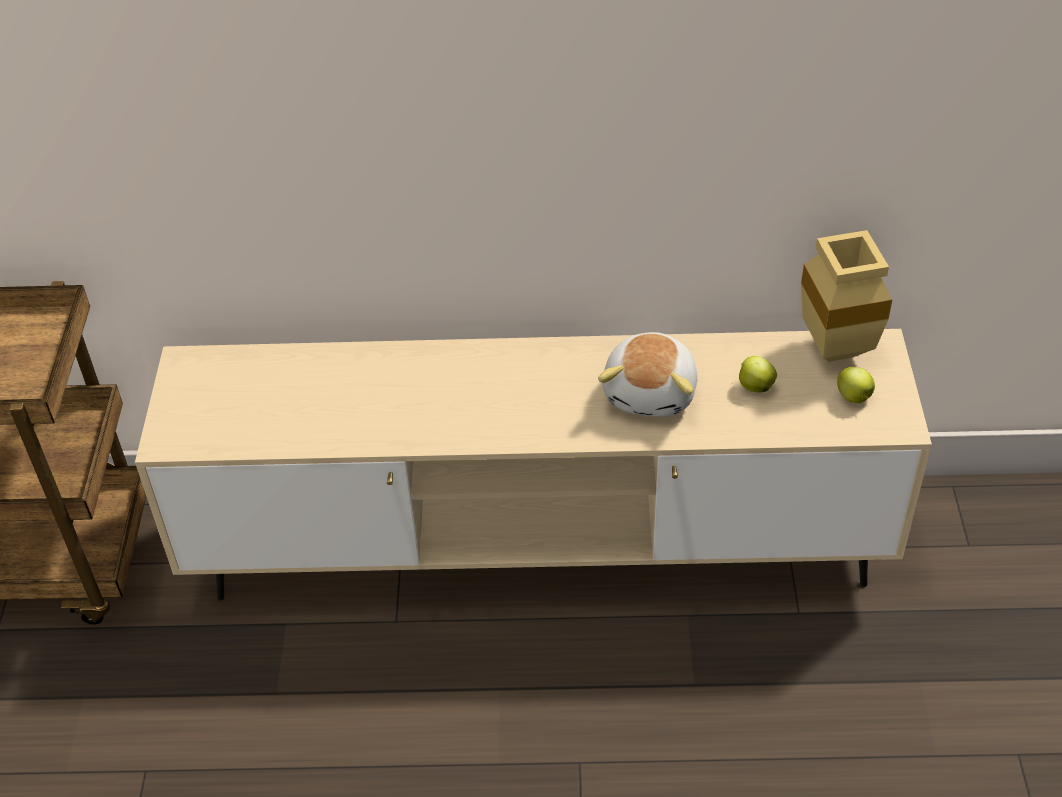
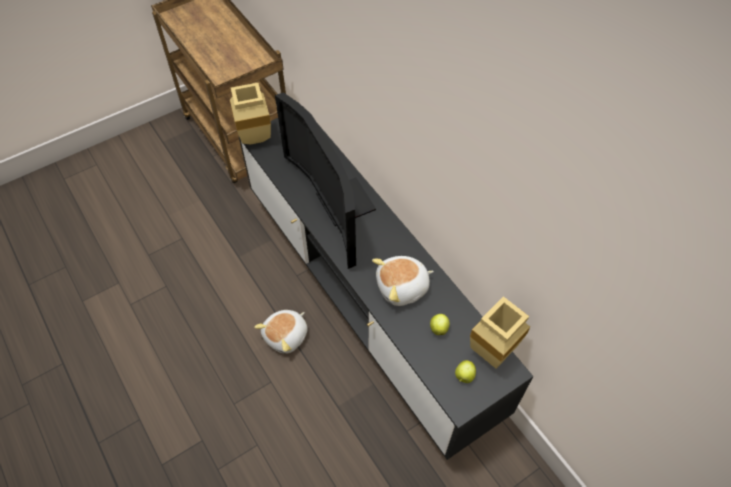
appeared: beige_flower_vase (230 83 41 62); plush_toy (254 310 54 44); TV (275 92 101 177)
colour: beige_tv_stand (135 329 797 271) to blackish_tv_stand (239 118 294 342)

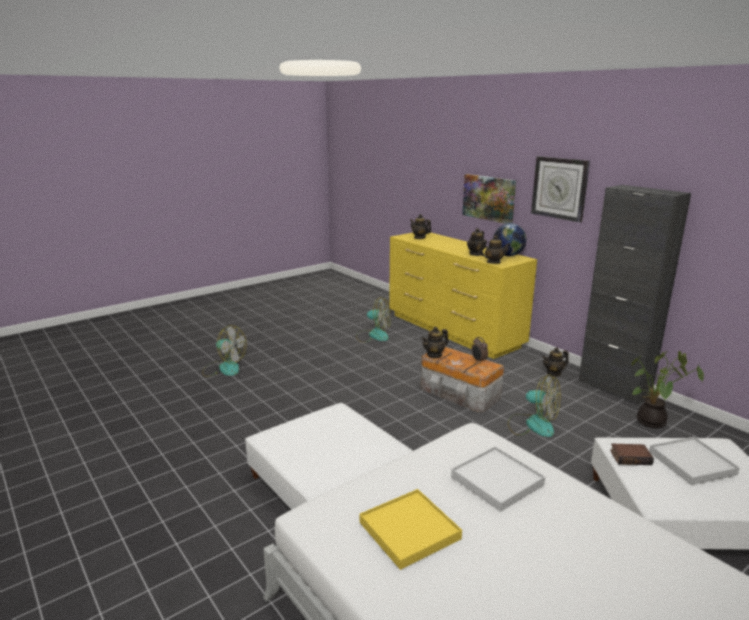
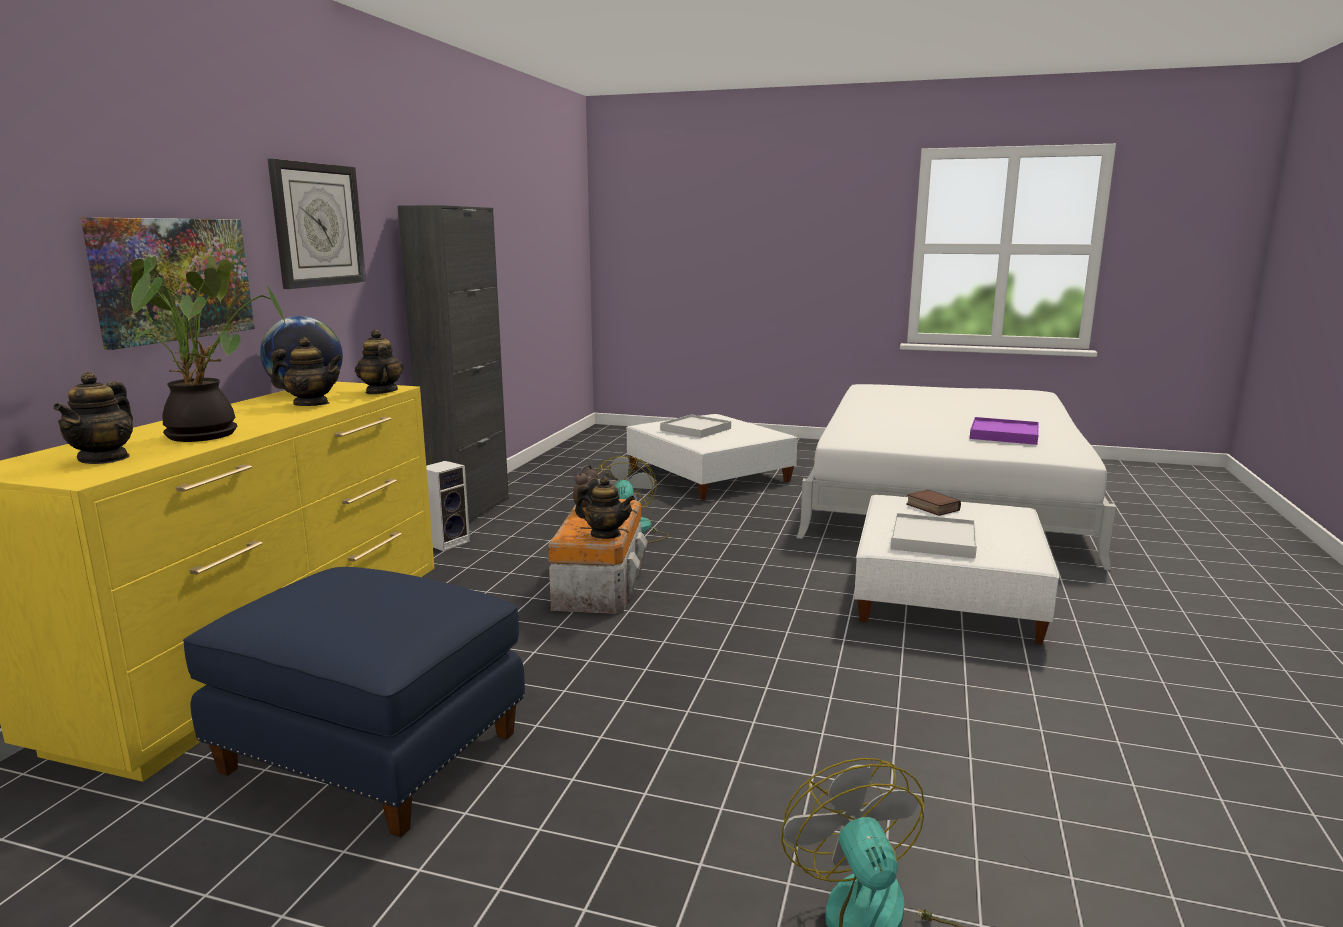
relocated: potted_plant (631 351 73 77) to (131 256 156 186); white_serving_tray (451 446 94 66) to (890 513 87 46); volume (610 444 44 21) to (906 490 55 26)
exchanged: cooling_fan (356 297 35 45) to blue_footrest (183 567 342 270); pot_for_tea (542 347 27 30) to audio_speaker (426 461 44 90)
colour: yellow-coloured_serving_tray (360 489 102 81) to purple_serving_tray (970 417 69 28)

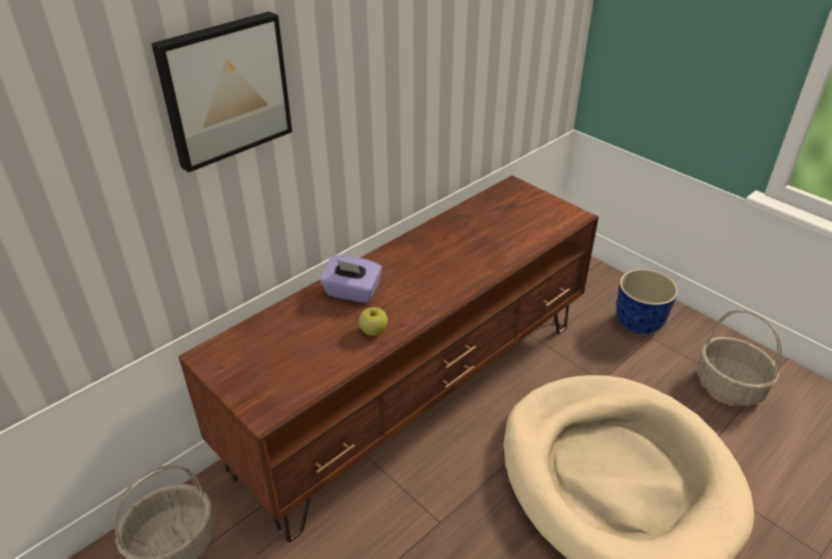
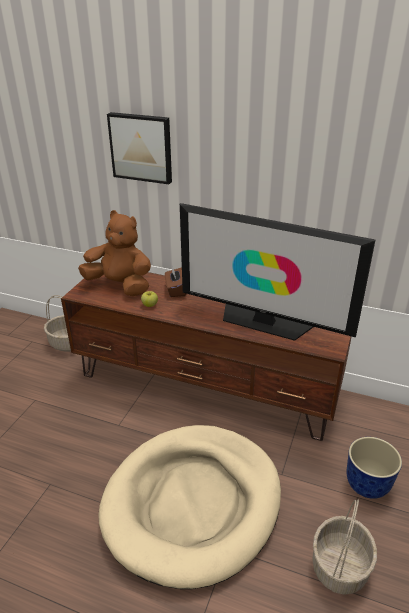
appeared: brown_plush_toy (78 210 73 86); TV (180 203 196 138)
colour: purple_box_of_tissues (320 255 62 48) to brown_box_of_tissues (165 266 21 31)

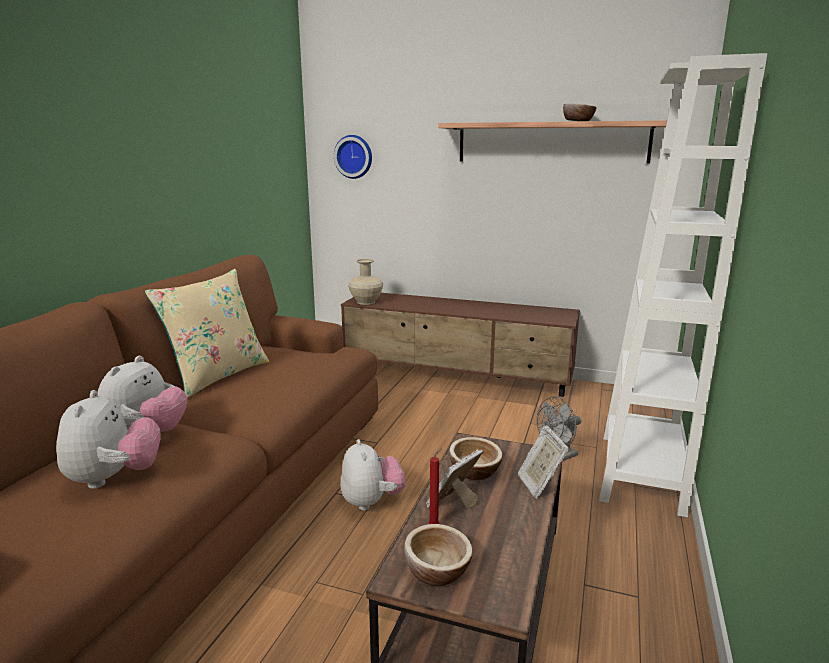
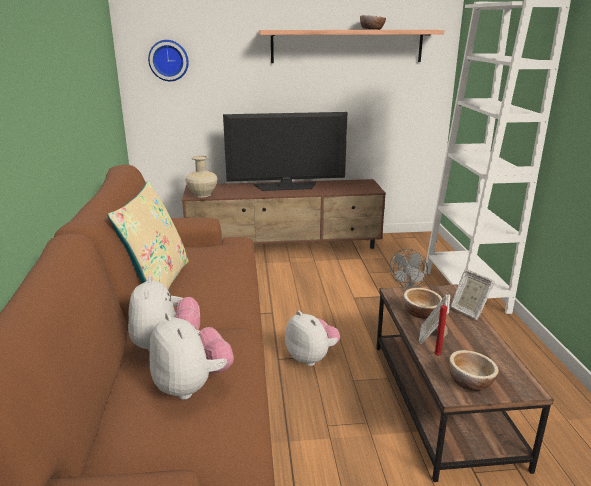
appeared: TV (223 112 125 79)

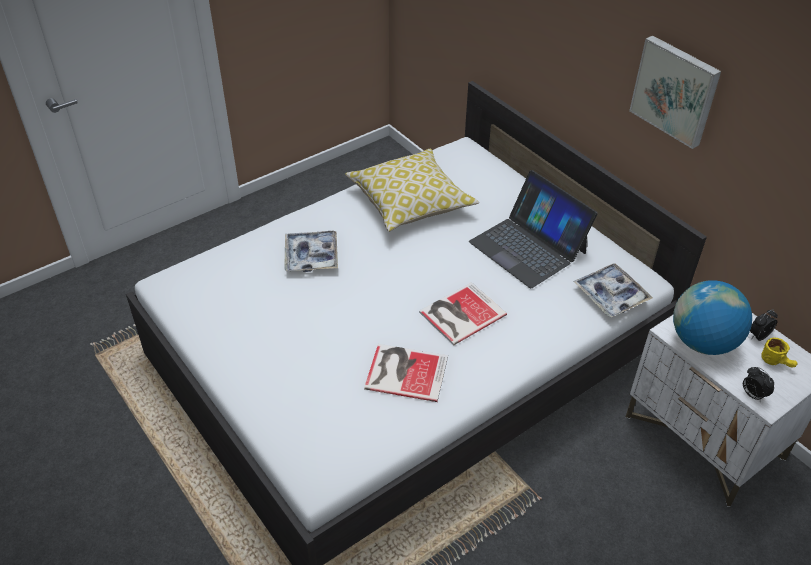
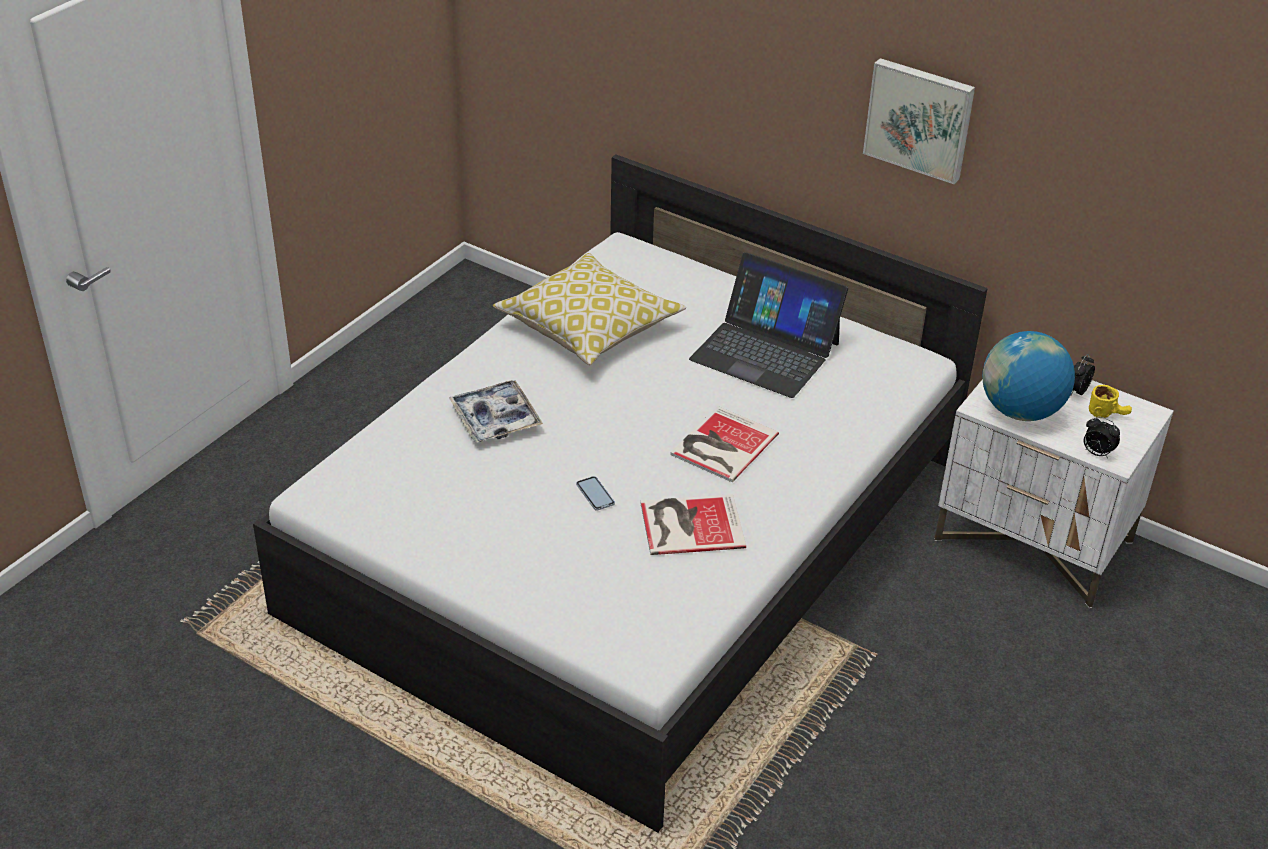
missing: serving_tray (573 264 80 54)
appeared: phone (576 476 39 35)

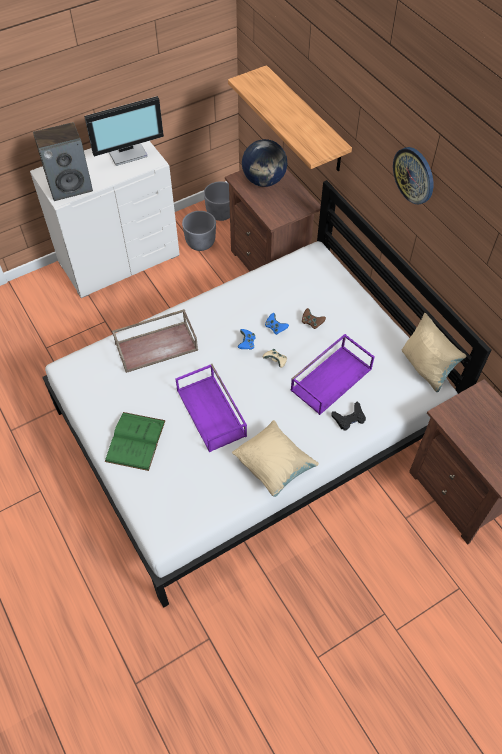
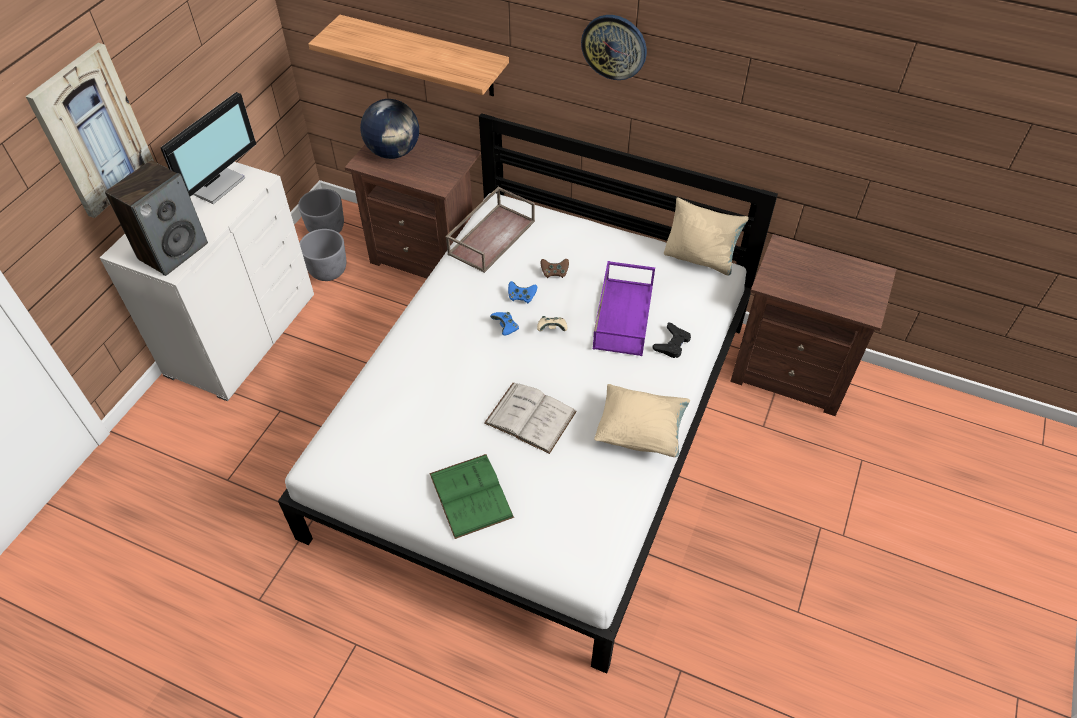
appeared: wall_art (26 43 128 175)
relocated: brown_serving_tray (112 309 86 64) to (446 186 89 87)
exchanged: purple_serving_tray (176 364 71 88) to white_volume (484 383 93 71)

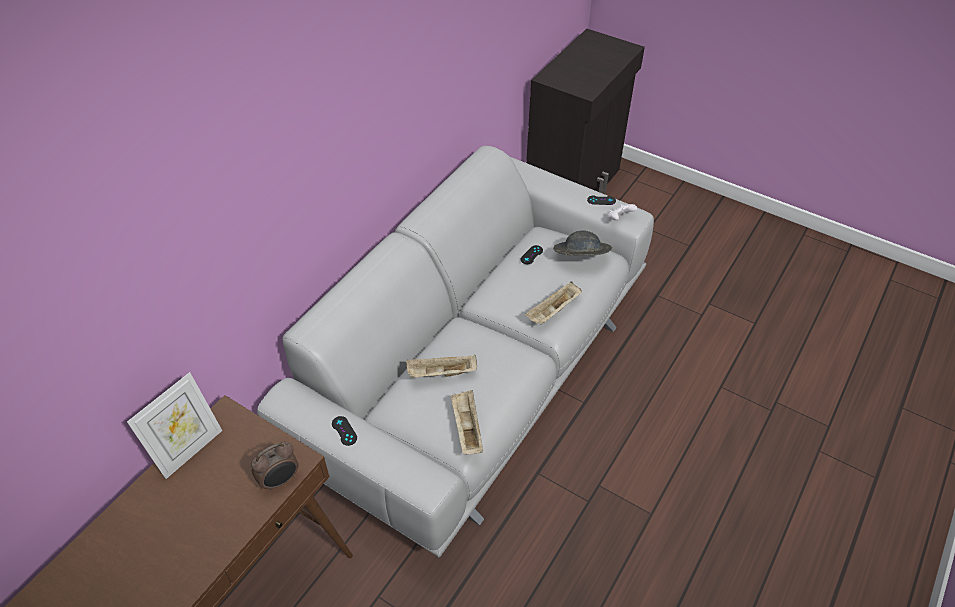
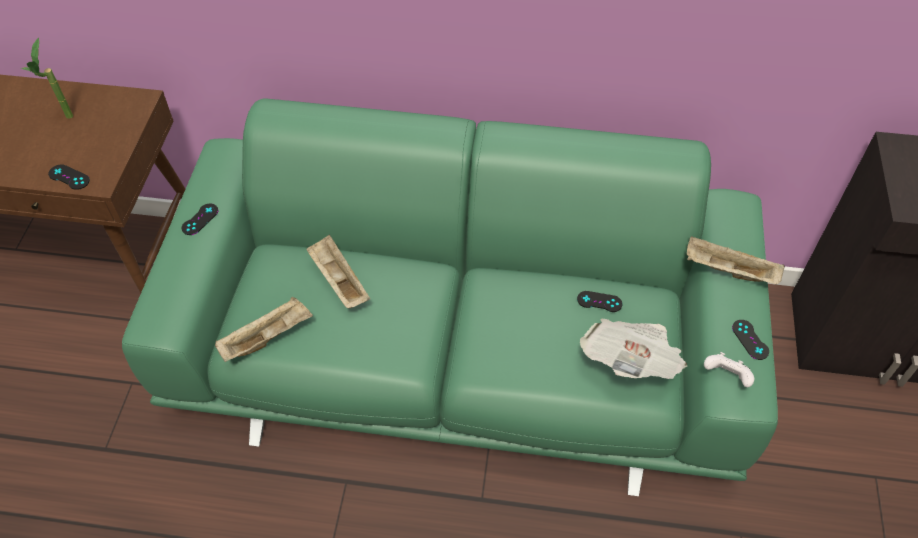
missing: picture_frame (127 372 95 107)
appeared: potted_plant (21 38 52 81)
relocated: beige_serving_tray (525 281 57 44) to (687 236 98 48)
exchanged: table_clock (251 442 48 50) to blackish_joypad (48 165 42 25); gray_clothing_hat (553 230 59 25) to printed_paper (580 318 107 61)
colour: gray_couch (257 146 397 411) to greenish_couch (122 98 656 398)

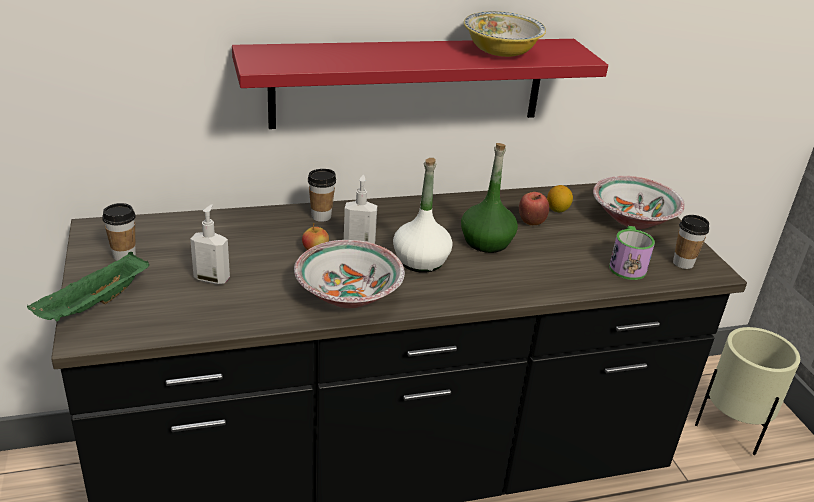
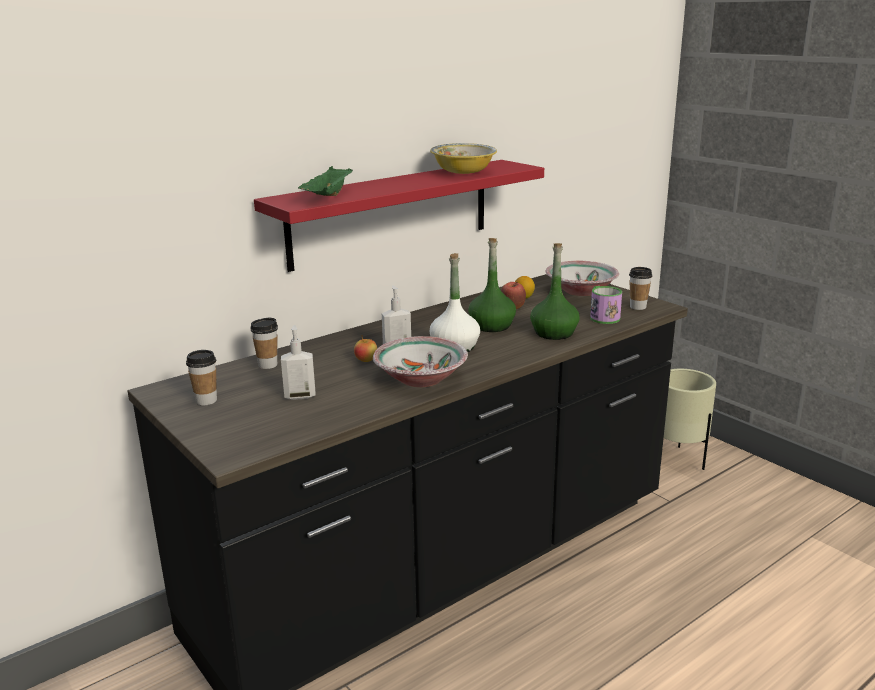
appeared: greenish_bottle (530 243 50 97)
relocated: cup (308 169 28 53) to (250 318 28 51); greenish_serving_tray (27 252 122 70) to (298 166 55 30)

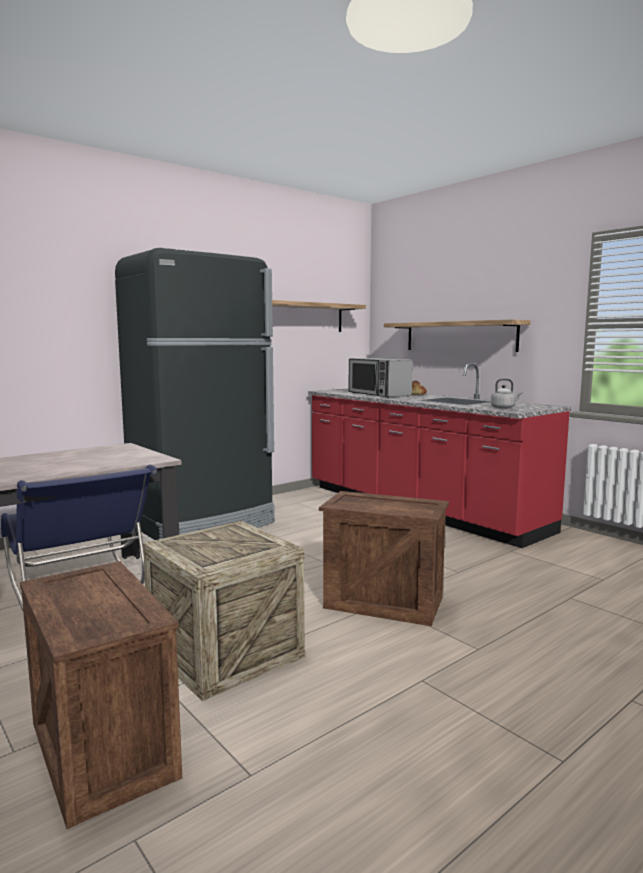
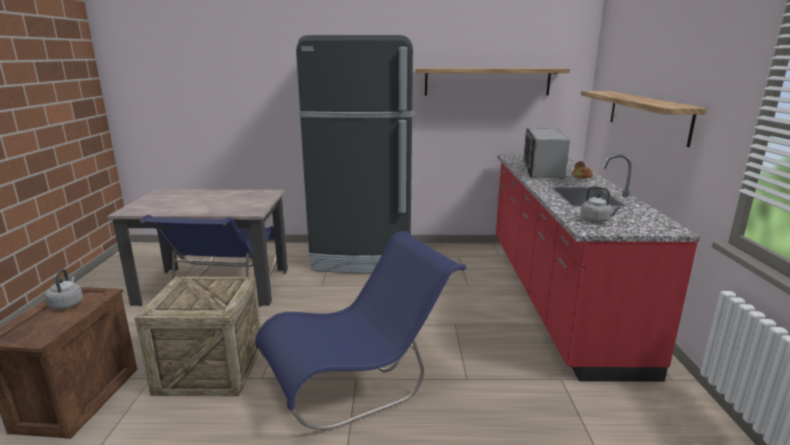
appeared: gray_kettle (45 269 38 40)
exchanged: shipping_crate (319 491 130 135) to blue_plain_chair (255 231 211 199)

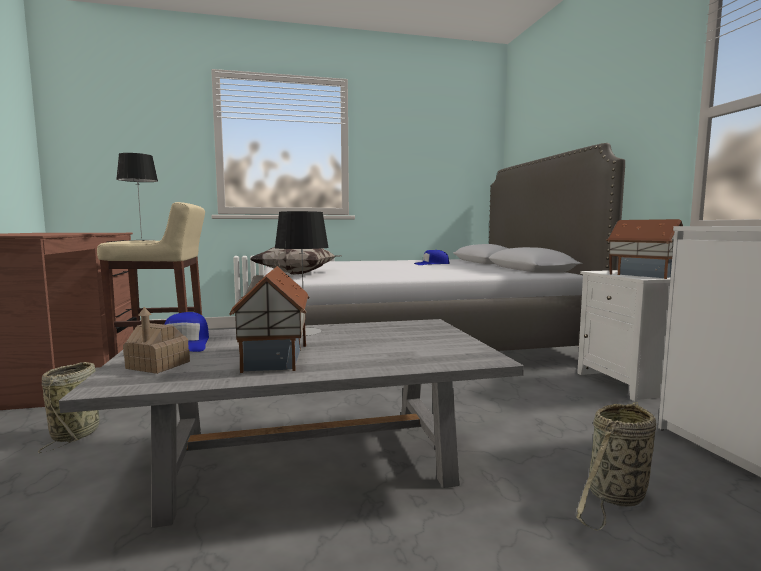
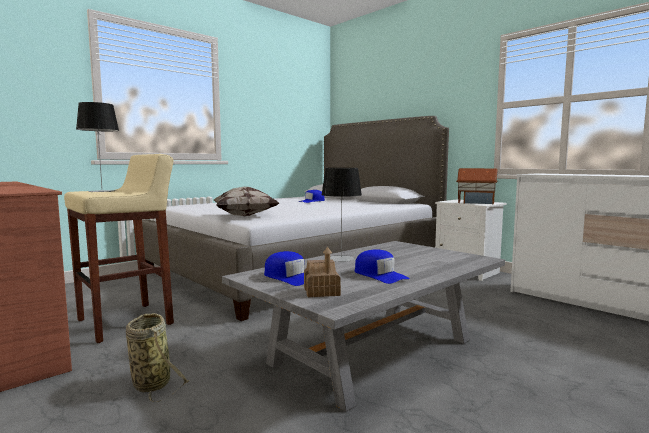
missing: basket (576 402 80 129)
exchanged: toy_house (229 266 81 107) to blue_cap (355 249 55 35)

